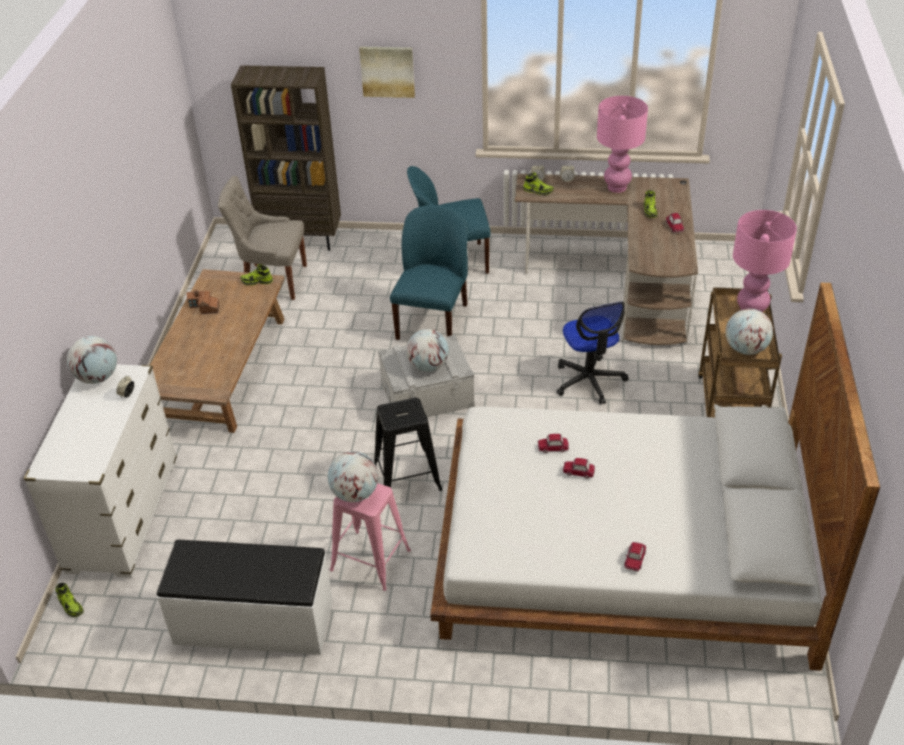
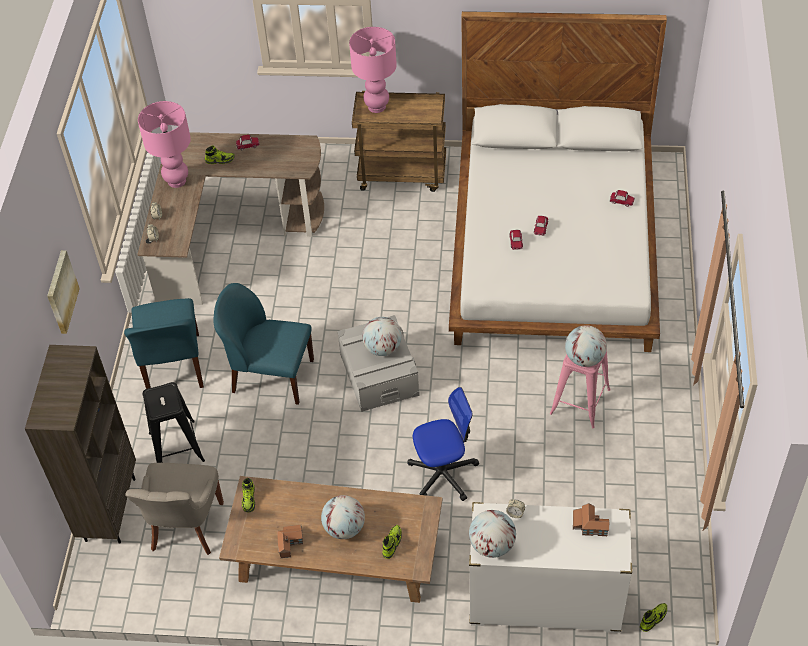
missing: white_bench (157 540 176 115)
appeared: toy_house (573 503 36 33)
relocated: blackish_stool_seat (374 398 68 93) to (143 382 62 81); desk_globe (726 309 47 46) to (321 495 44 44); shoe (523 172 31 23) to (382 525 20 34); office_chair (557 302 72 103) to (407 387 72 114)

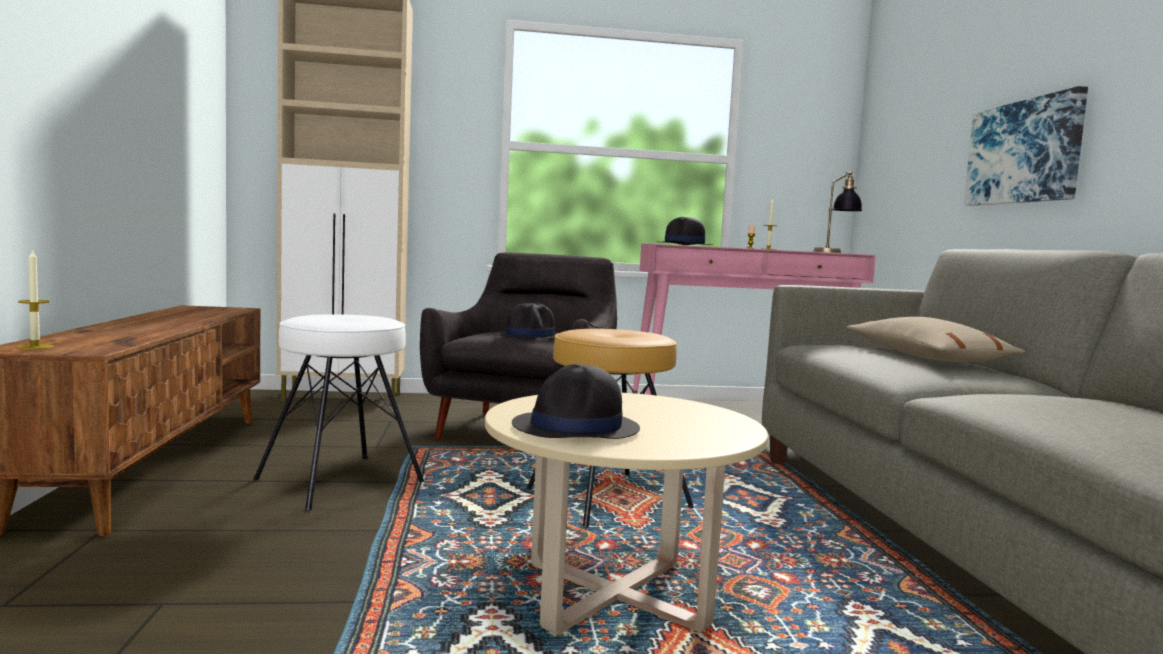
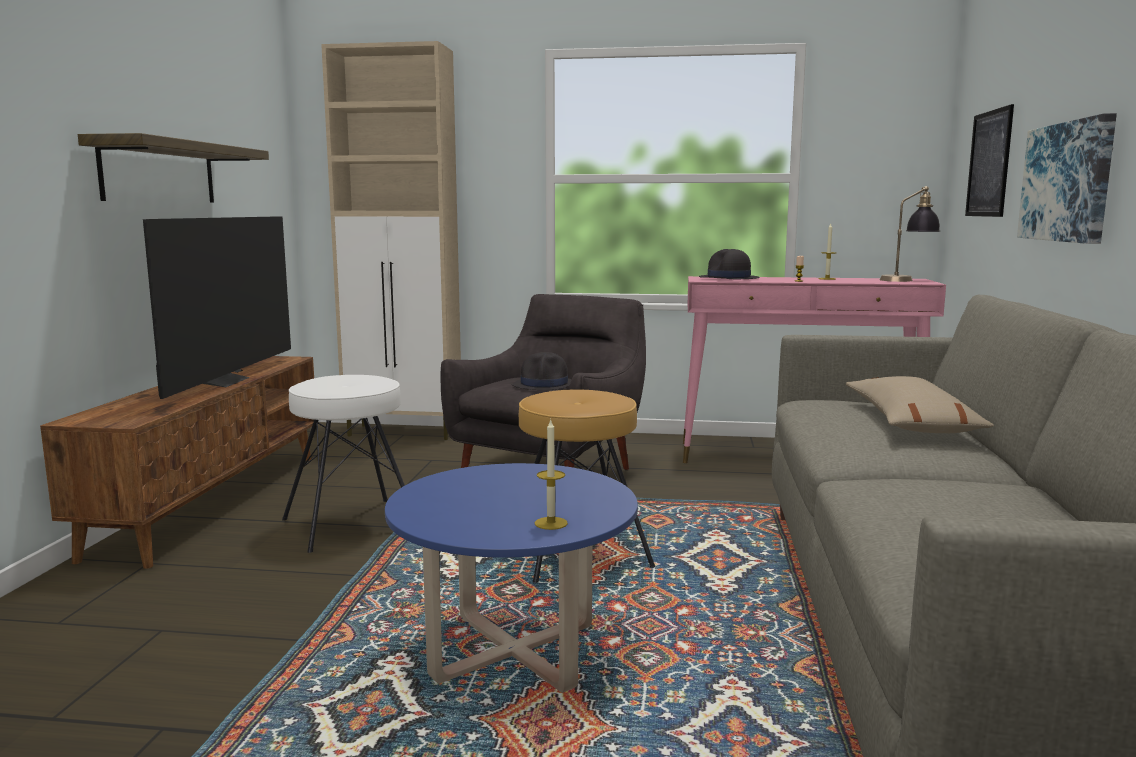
missing: blackish_clothing_hat (512 364 128 75)
appeared: shelf (78 133 191 70); TV (143 216 148 183); wall_art (965 104 49 113)
relocated: wax_light (17 249 37 101) to (535 419 33 111)
colour: beige_coffee_table (485 393 283 242) to blue_coffee_table (385 463 253 230)

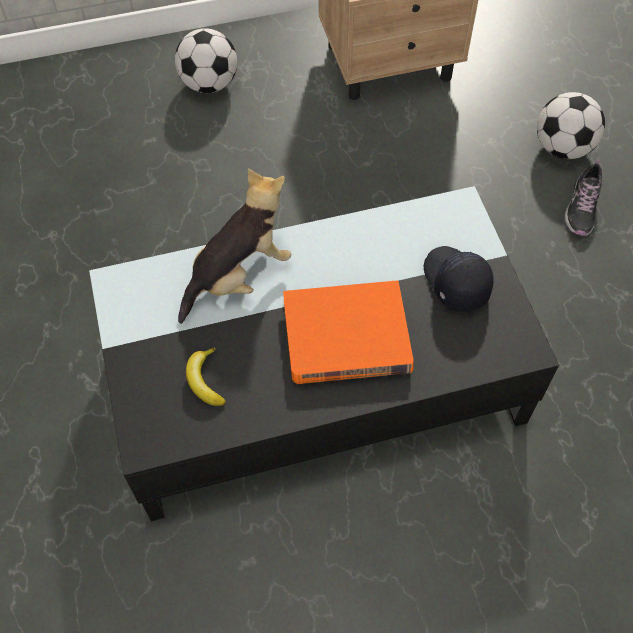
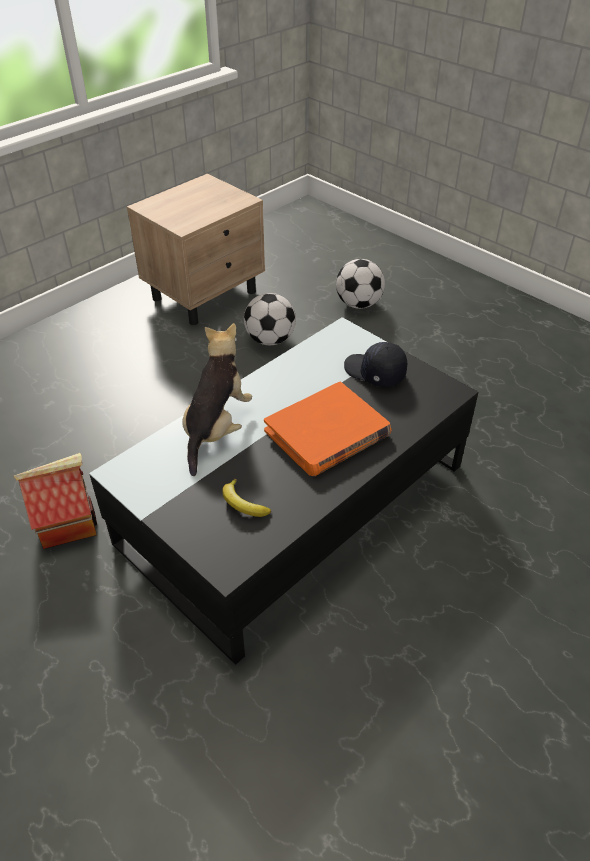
missing: shoe (565 160 37 76)
appeared: toy_house (14 453 83 96)
relocated: ball_for_football (175 28 62 65) to (244 293 52 52)

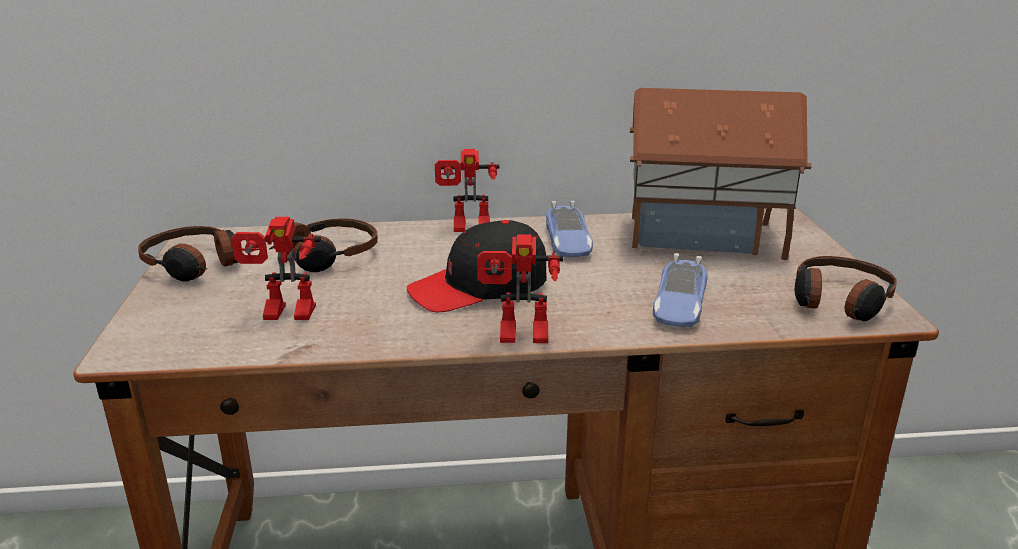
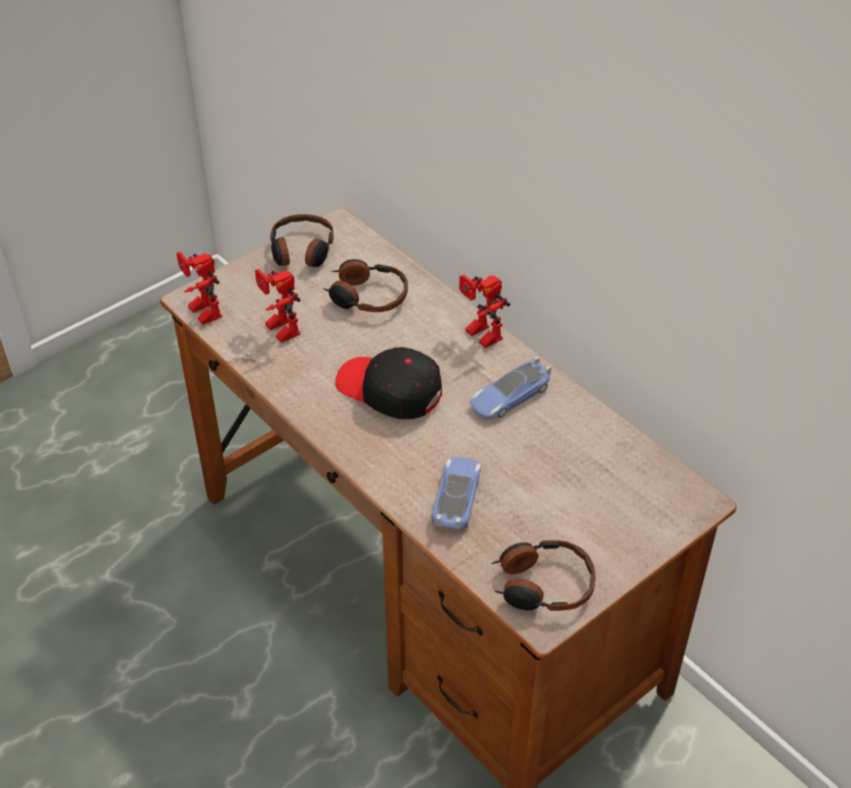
missing: toy_house (630 88 182 172)
relocated: toy_robot (477 234 86 109) to (176 252 46 73)
spun: toy_car (653 253 55 74) = (432 457 49 72) 120 degrees clockwise

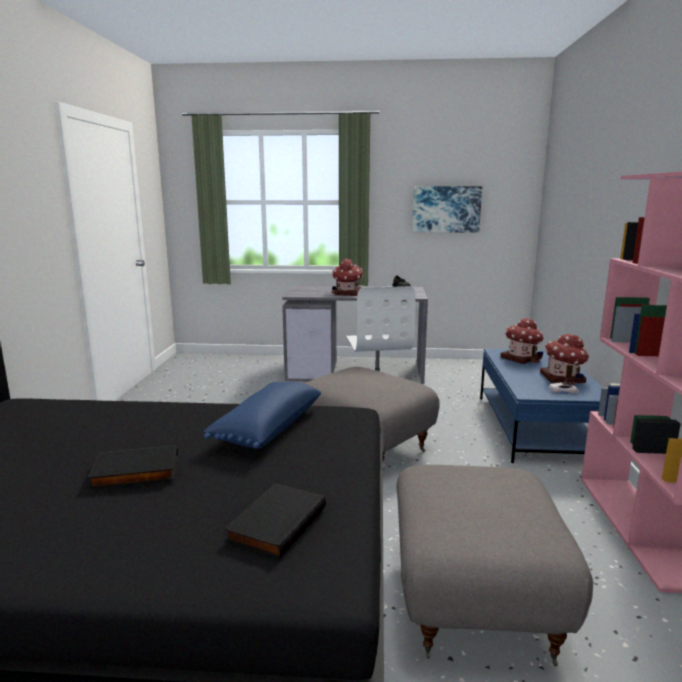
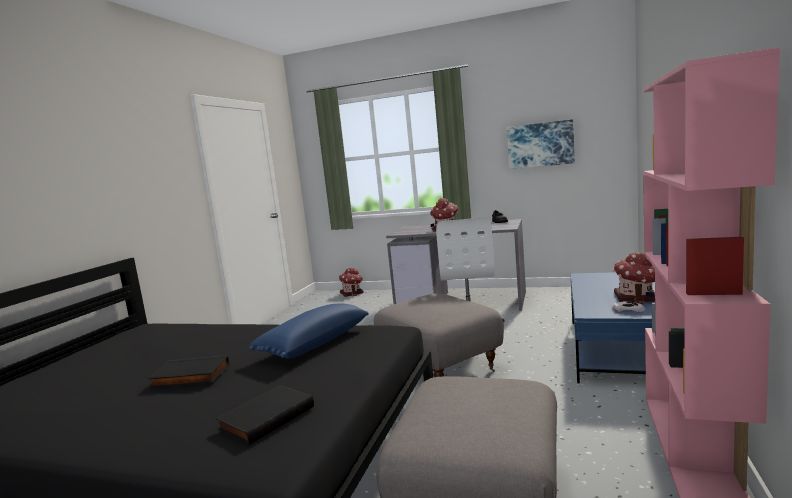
relocated: toy_house (500 318 44 46) to (339 268 24 29)

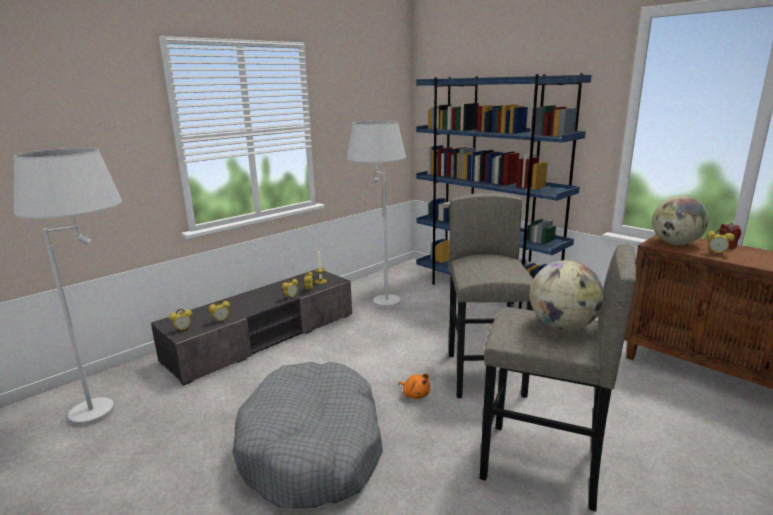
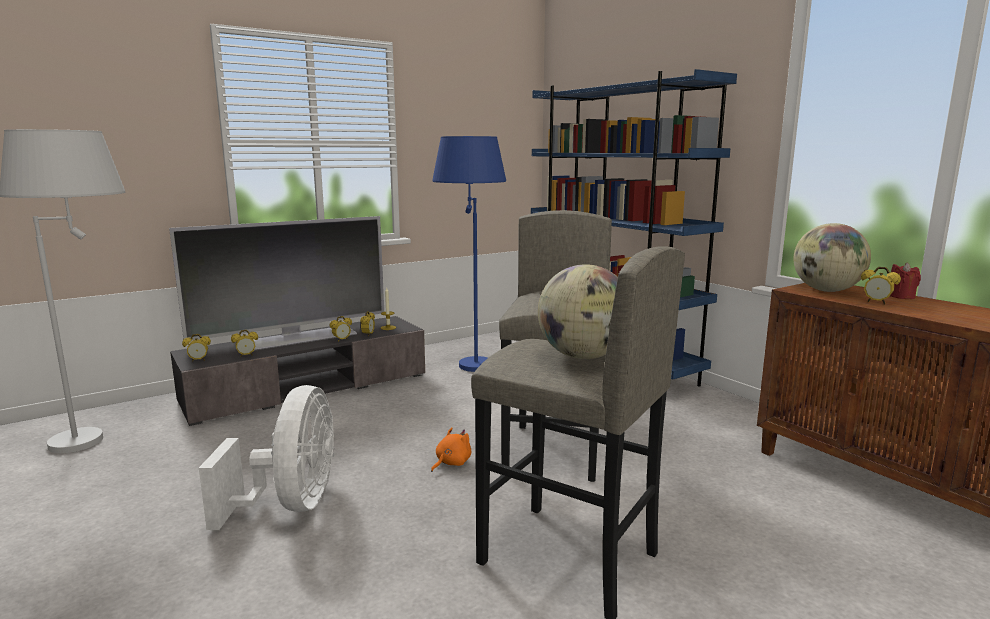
appeared: TV (169 216 215 135)
exchanged: gray_pet_bed (232 362 151 146) to white_cooling_fan (199 385 136 145)
colour: white_standard_lamp (346 121 60 188) to blue_standard_lamp (432 136 74 236)
spun: orangey_plush_toy (398 374 32 25) = (431 428 40 44) 105 degrees counterclockwise

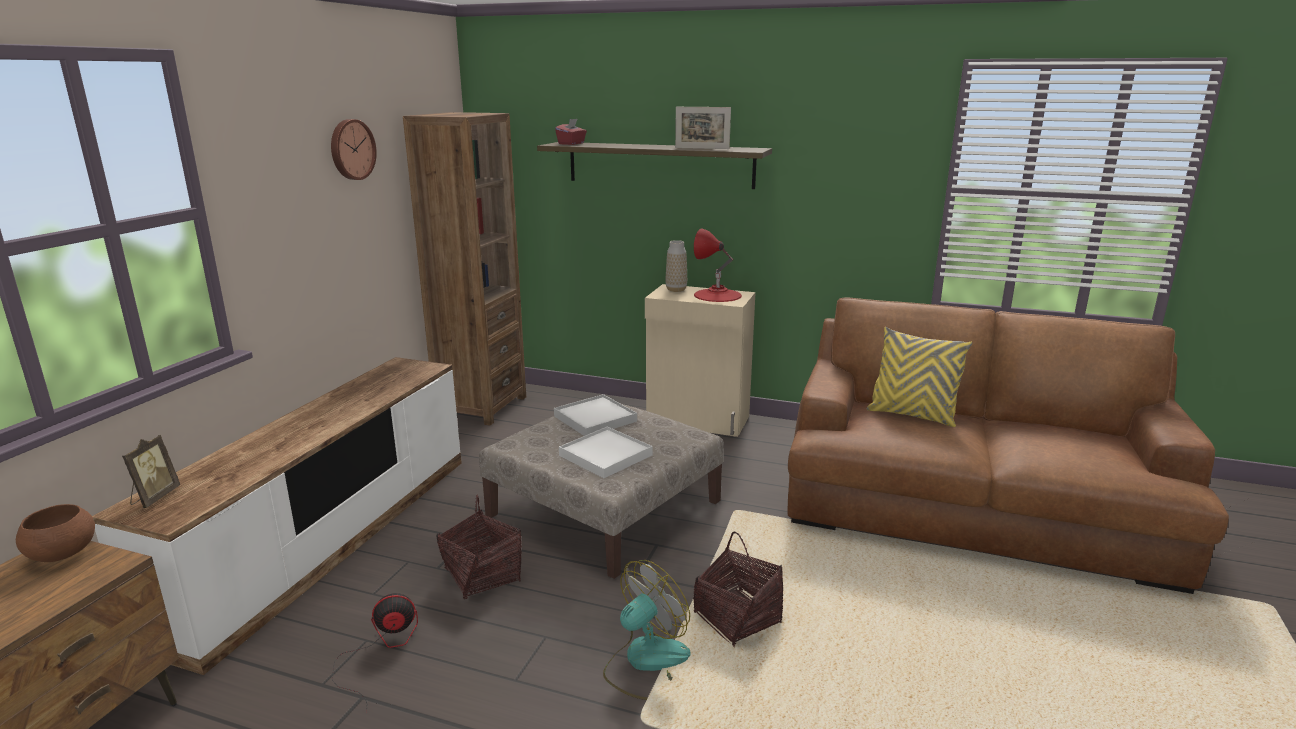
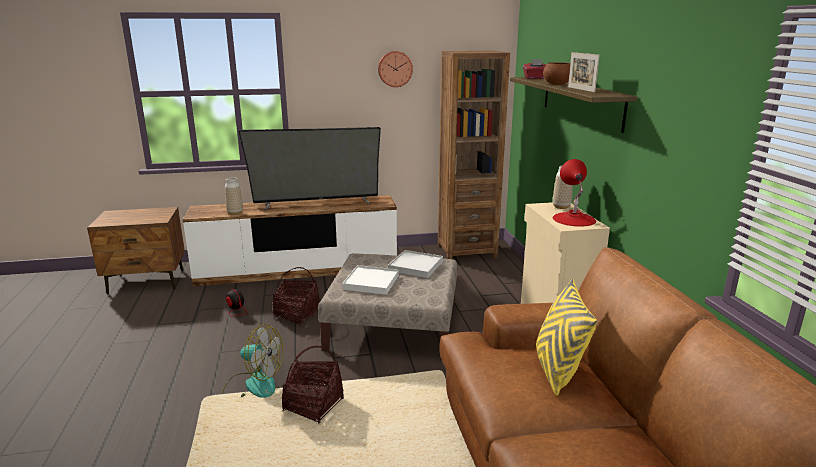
missing: picture_frame (122 435 58 73)
appeared: flower_vase (225 177 18 38); TV (238 127 143 84)
relocated: brown_deep_dish (16 504 79 58) to (543 62 27 23)

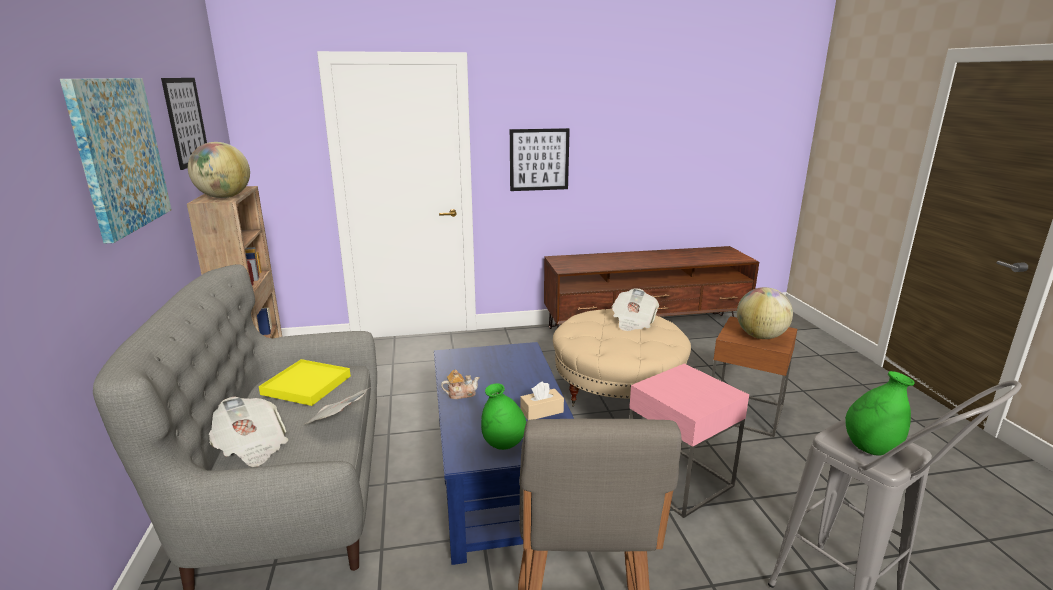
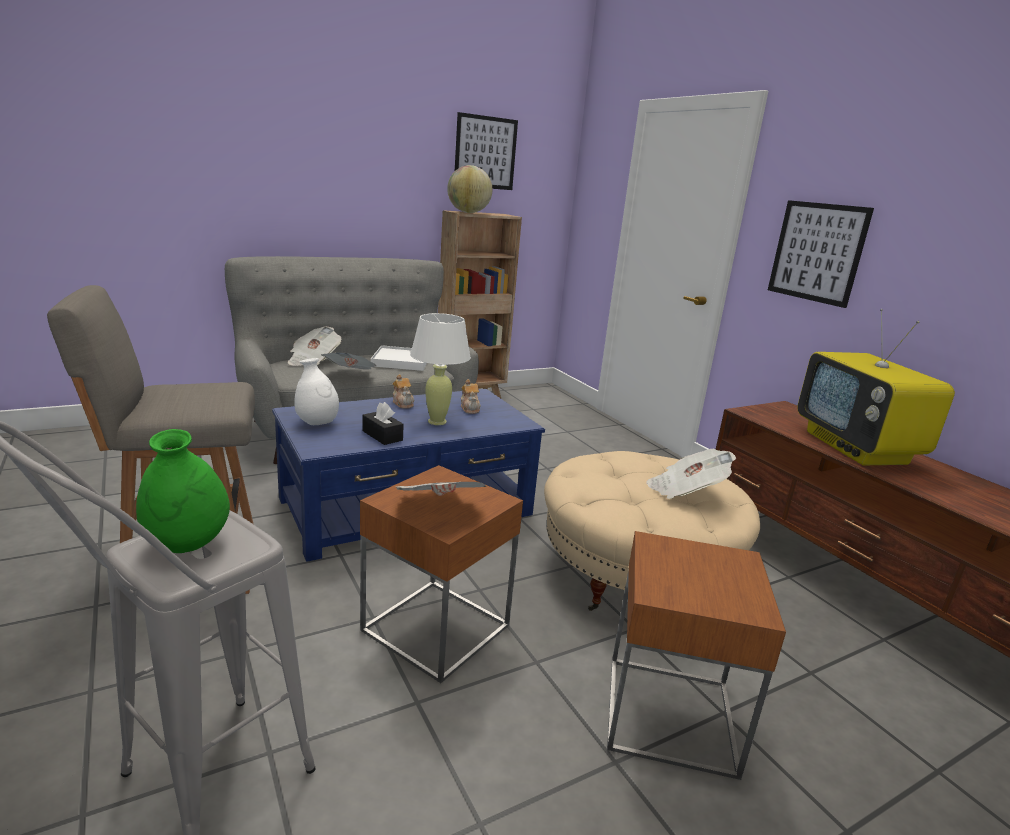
missing: wall_art (60 78 111 165); desk_globe (737 287 56 52)
appeared: printed_paper (396 482 91 14); white_table_lamp (410 313 61 112); pot_for_tea (461 379 20 35); TV (797 309 158 156)
colour: greenish_flower_vase (481 383 45 67) to white_flower_vase (294 358 45 67); pinkish_accent_table (629 364 120 154) to brown_accent_table (360 465 163 218); beige_box_of_tissues (520 382 44 38) to blackish_box_of_tissues (362 402 42 43); yellow-coloured_serving_tray (259 359 92 47) to white_serving_tray (371 345 56 26)

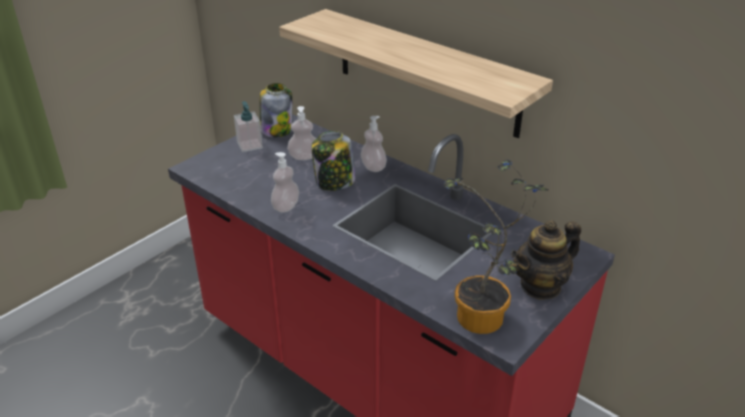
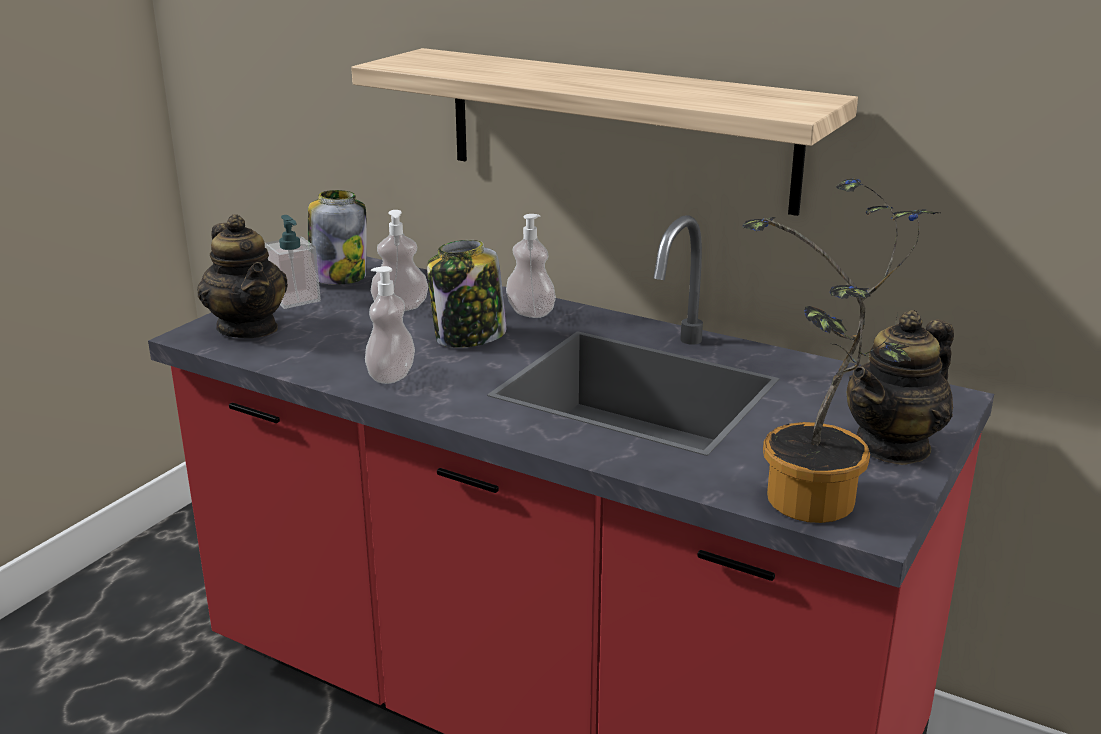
appeared: pot_for_tea (197 214 91 124)

